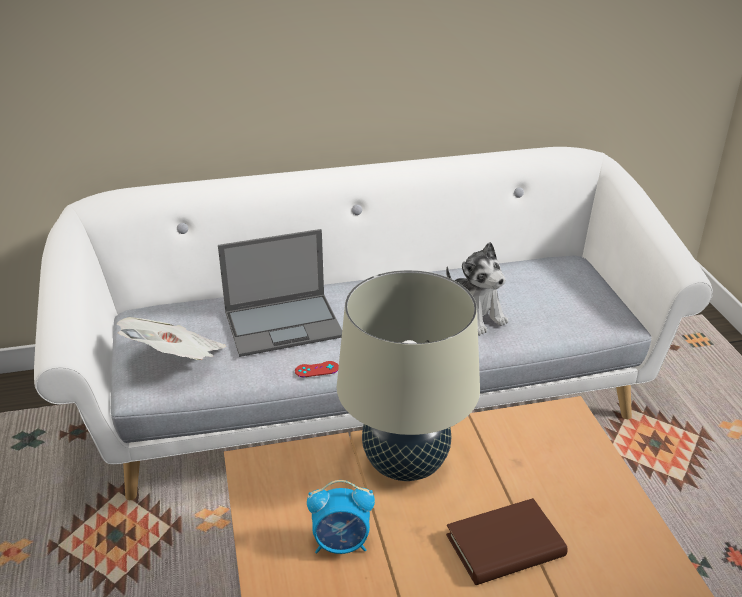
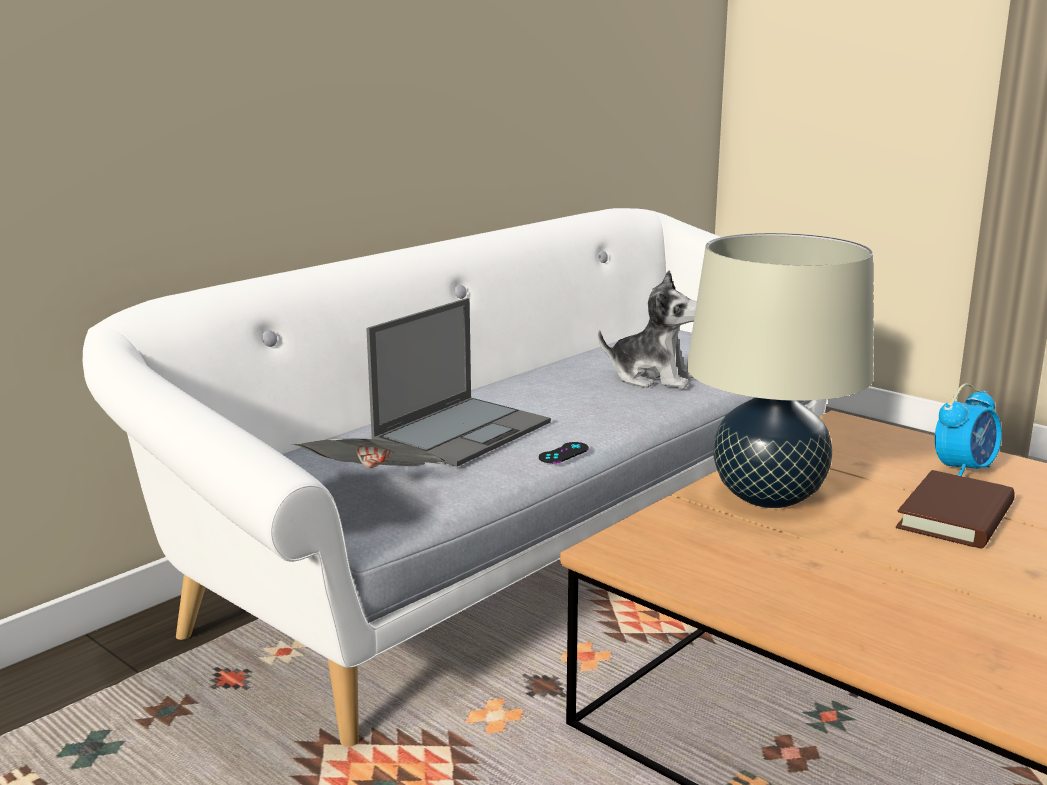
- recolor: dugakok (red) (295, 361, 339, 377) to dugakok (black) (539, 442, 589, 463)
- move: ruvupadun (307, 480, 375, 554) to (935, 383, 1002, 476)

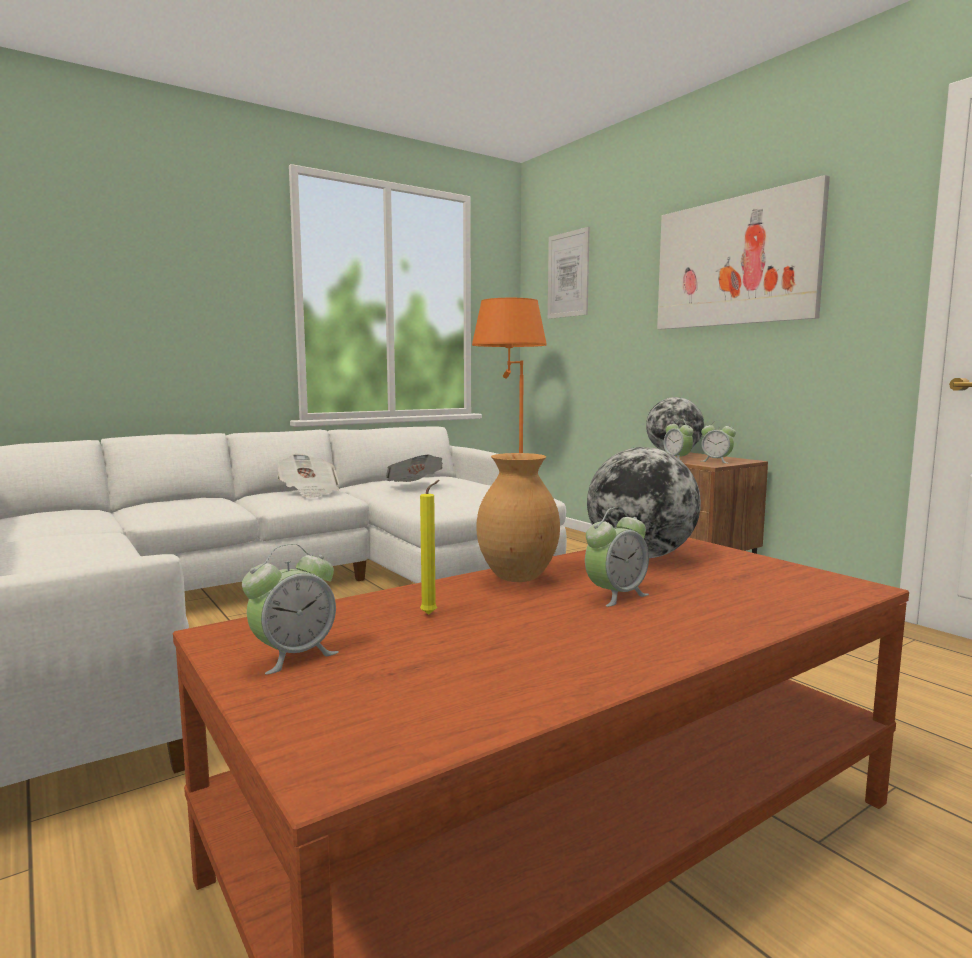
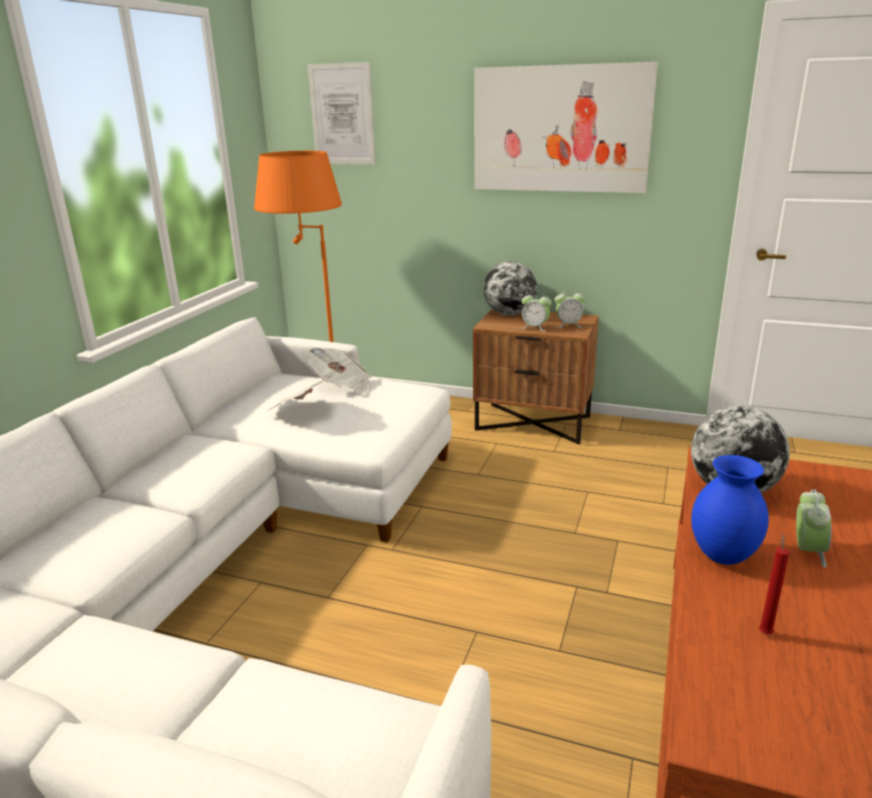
- recolor: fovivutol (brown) (476, 453, 560, 582) to fovivutol (blue) (691, 455, 769, 565)
- move: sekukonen (277, 454, 339, 498) to (308, 347, 371, 393)
- recolor: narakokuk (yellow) (420, 480, 440, 615) to narakokuk (red) (759, 534, 790, 634)
- delete: ruvupadun (242, 544, 339, 675)

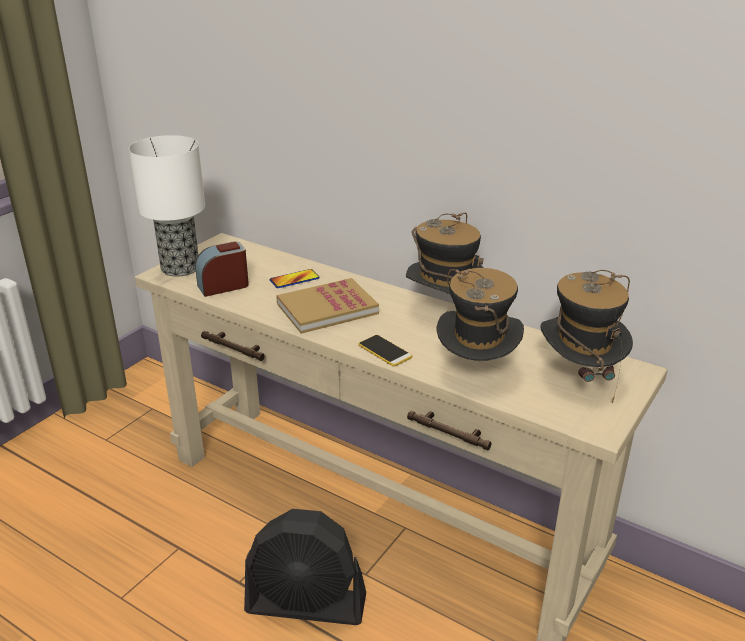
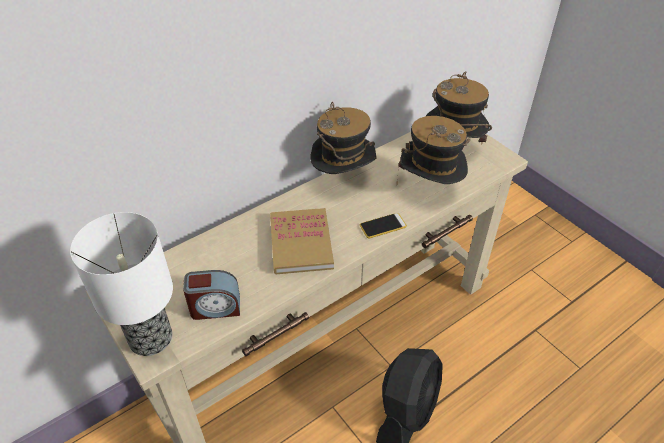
- rotate: ruvupadun (195, 241, 249, 297) = (183, 270, 240, 320) 90 degrees counterclockwise
- delete: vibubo (269, 269, 320, 288)

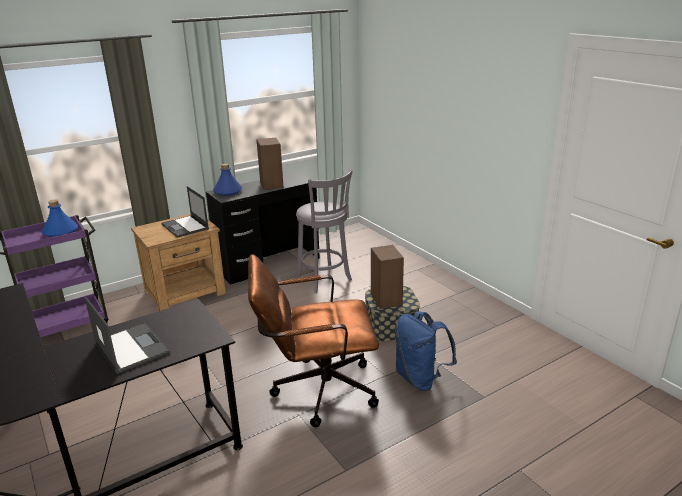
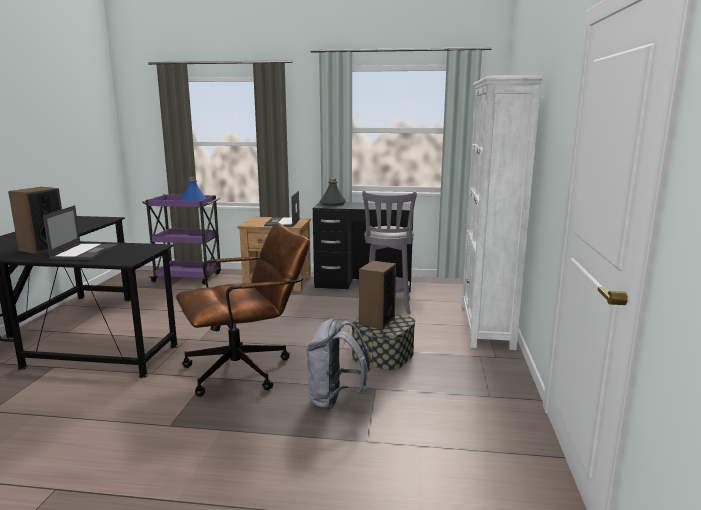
- move: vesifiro (256, 138, 284, 190) to (8, 187, 62, 254)
- recolor: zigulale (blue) (213, 163, 242, 196) to zigulale (grey) (320, 178, 346, 206)
- rotate: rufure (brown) (248, 254, 379, 427) = (176, 223, 310, 397) 120 degrees clockwise
- recolor: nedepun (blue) (395, 311, 457, 391) to nedepun (grey) (306, 319, 370, 410)
- insert: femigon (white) (462, 75, 543, 350)

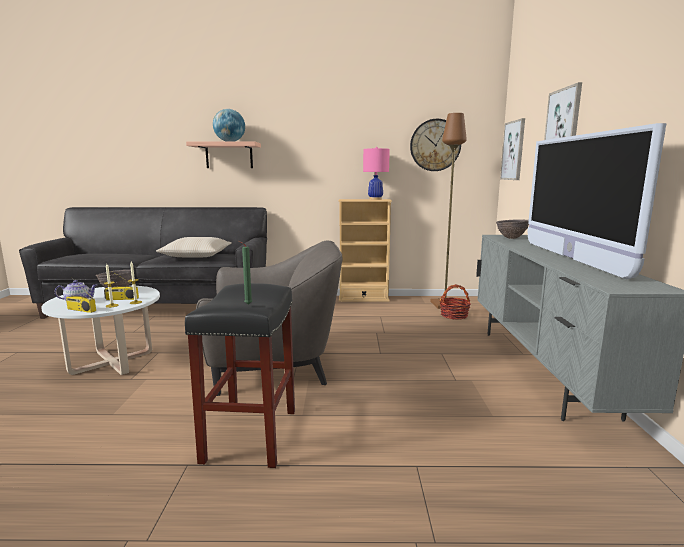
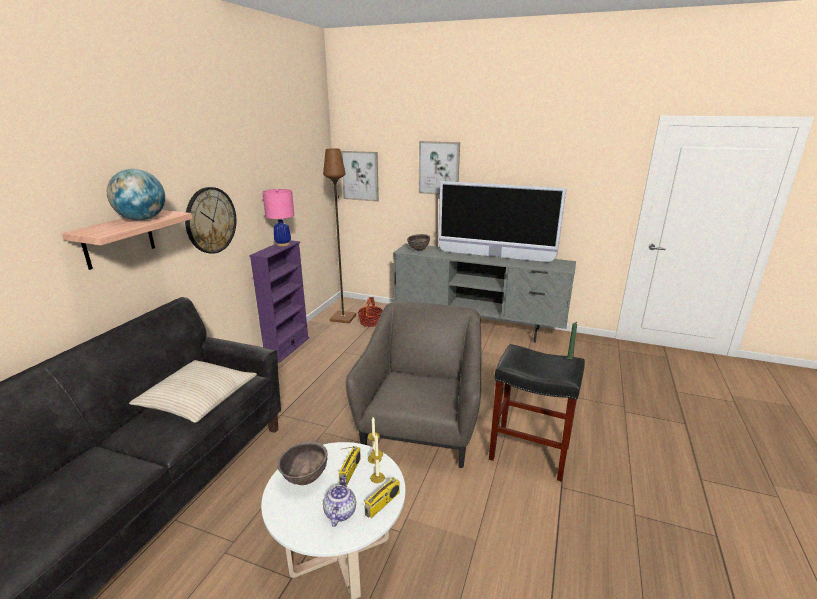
- move: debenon (410, 119, 461, 171) to (185, 187, 236, 254)
- recolor: femigon (beige) (339, 199, 392, 302) to femigon (purple) (249, 240, 310, 363)

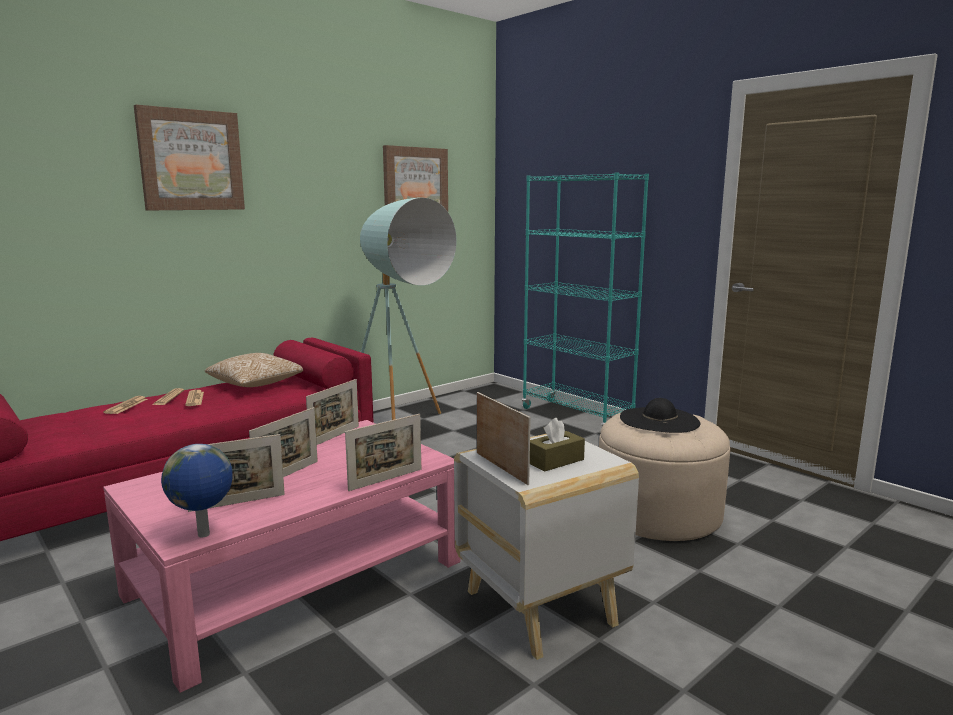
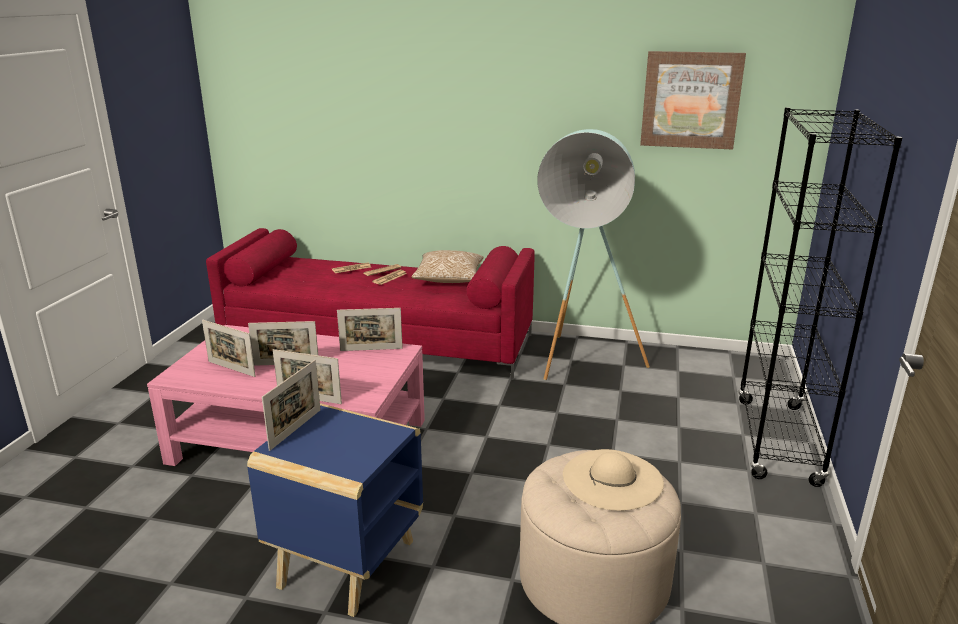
- delete: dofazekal (134, 105, 245, 210)
- recolor: femigon (turquoise) (522, 172, 649, 426) to femigon (black) (738, 107, 903, 487)
- recolor: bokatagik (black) (620, 398, 700, 433) to bokatagik (beige) (563, 449, 664, 510)
- delete: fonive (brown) (530, 418, 585, 471)
- recolor: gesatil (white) (454, 434, 639, 660) to gesatil (blue) (247, 403, 423, 617)
- delete: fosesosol (161, 444, 233, 537)

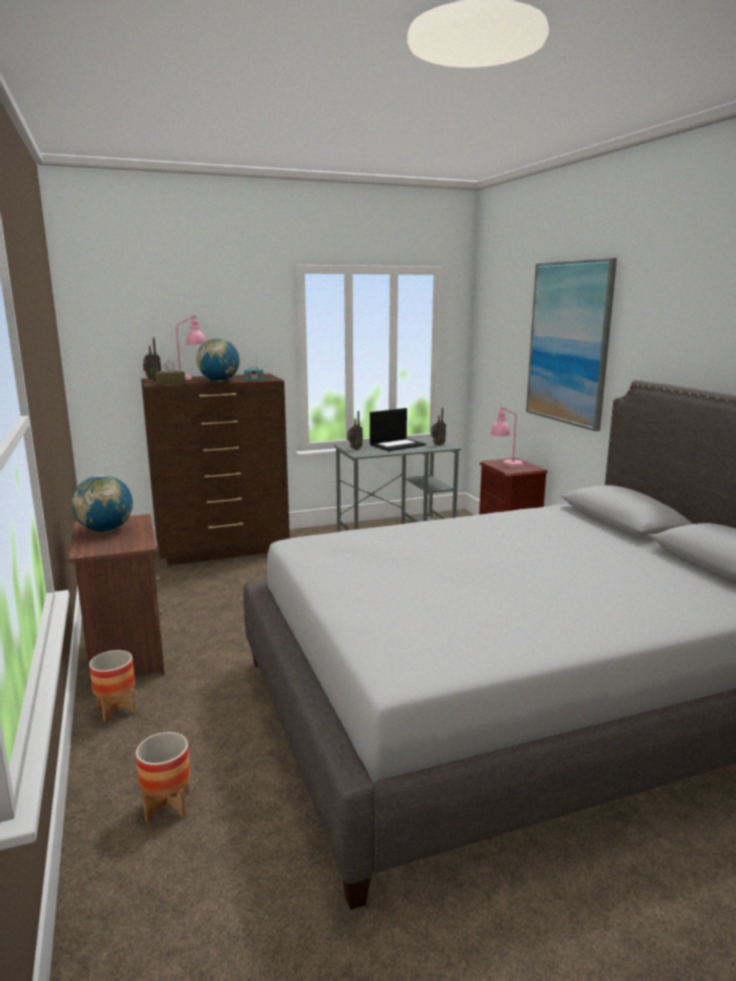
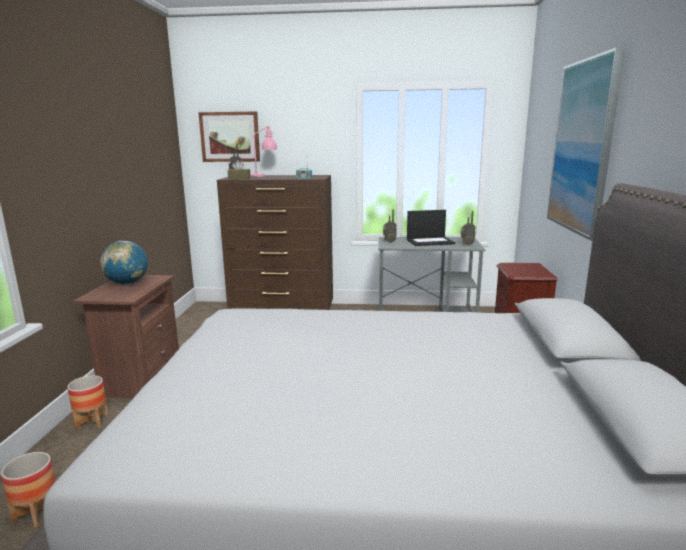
- delete: fosesosol (196, 338, 240, 382)
- delete: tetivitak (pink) (490, 406, 523, 467)
- insert: dofazekal (198, 111, 260, 162)

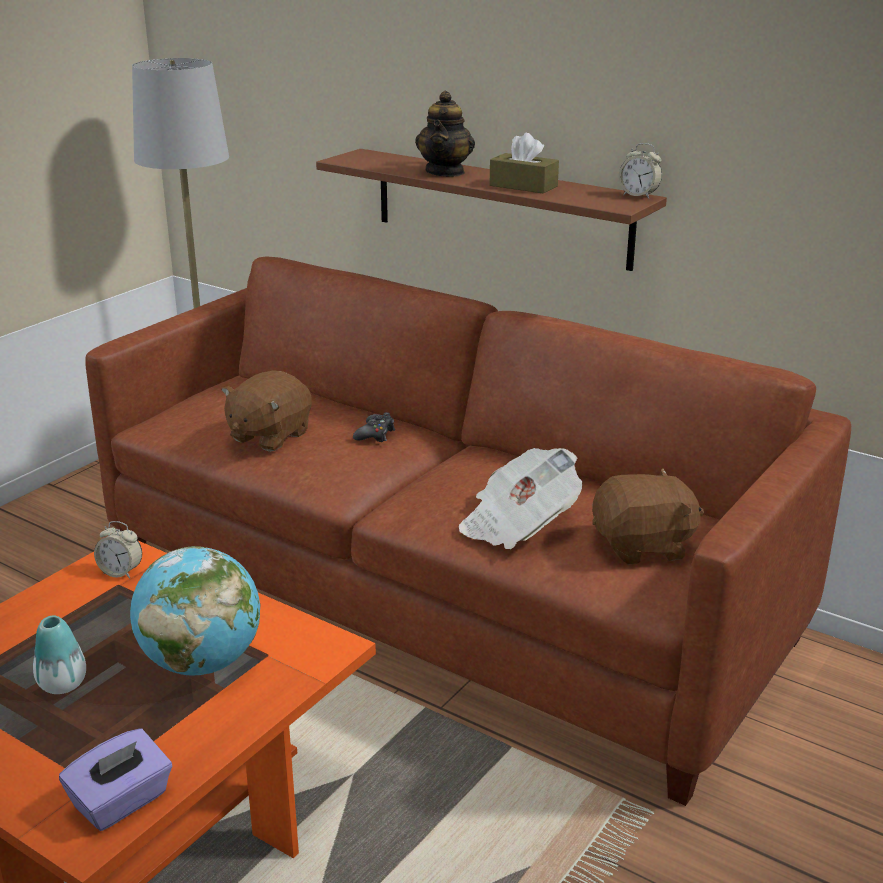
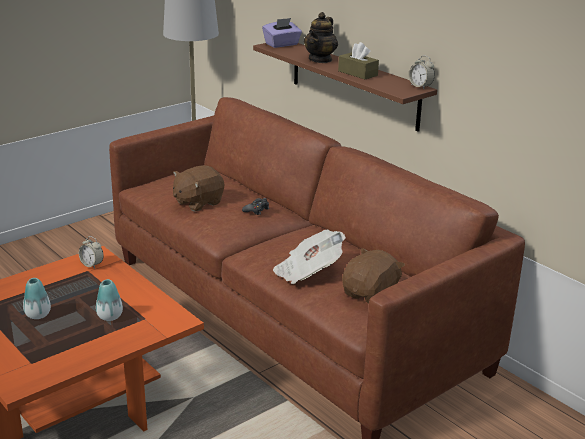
- rotate: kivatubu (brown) (592, 468, 704, 565) = (342, 248, 405, 304) 60 degrees counterclockwise
- replace: fosesosol (130, 546, 260, 676) to fovivutol (96, 279, 123, 321)
- move: fonive (purple) (59, 728, 172, 831) to (262, 18, 302, 48)

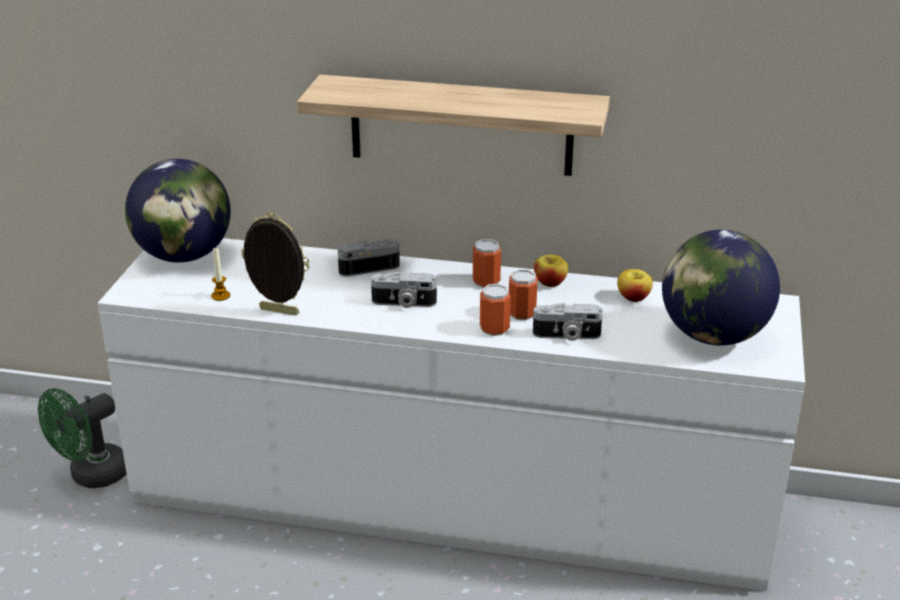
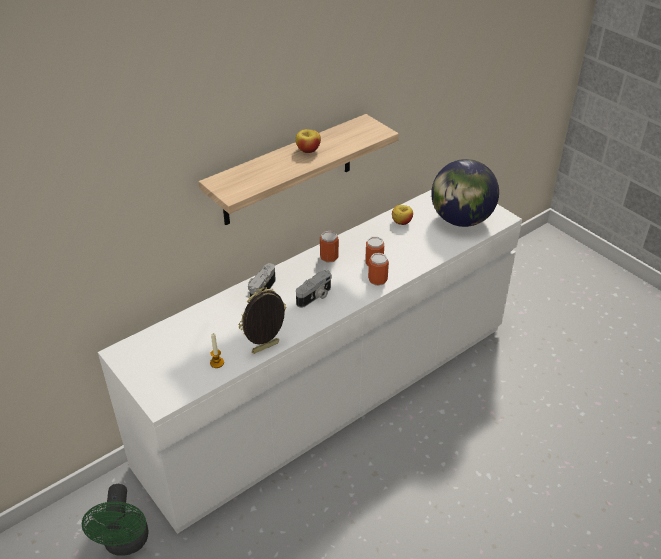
- delete: fosesosol (125, 159, 231, 263)
- move: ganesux (534, 255, 568, 287) to (295, 129, 321, 153)
- delete: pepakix (533, 303, 603, 341)

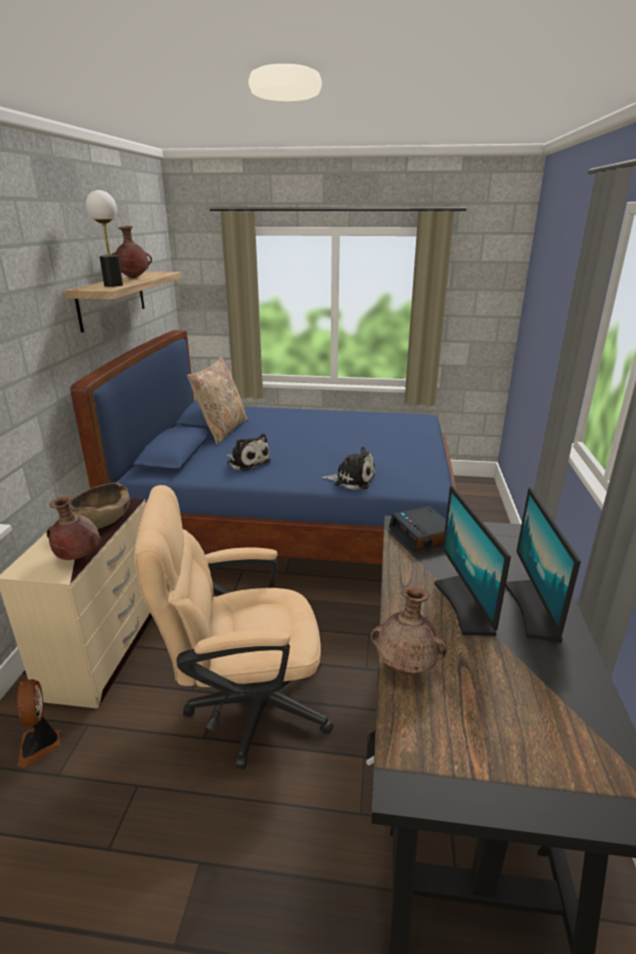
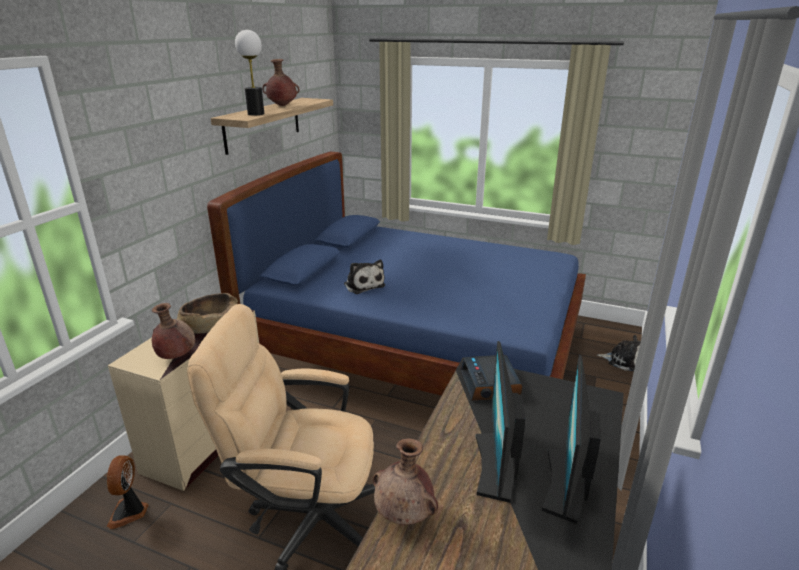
- delete: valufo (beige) (187, 357, 248, 445)
- move: kivatubu (321, 447, 375, 490) to (597, 335, 641, 371)

